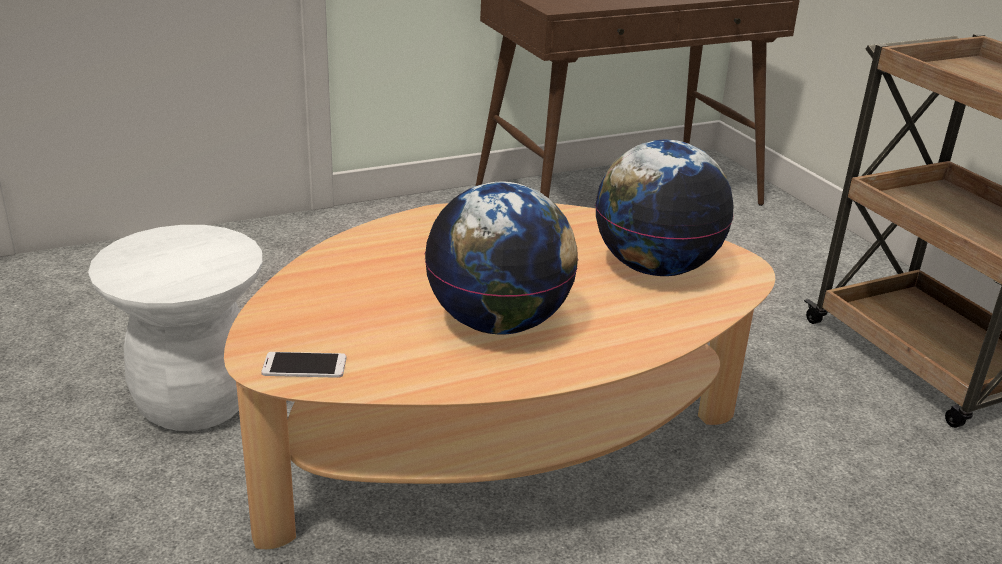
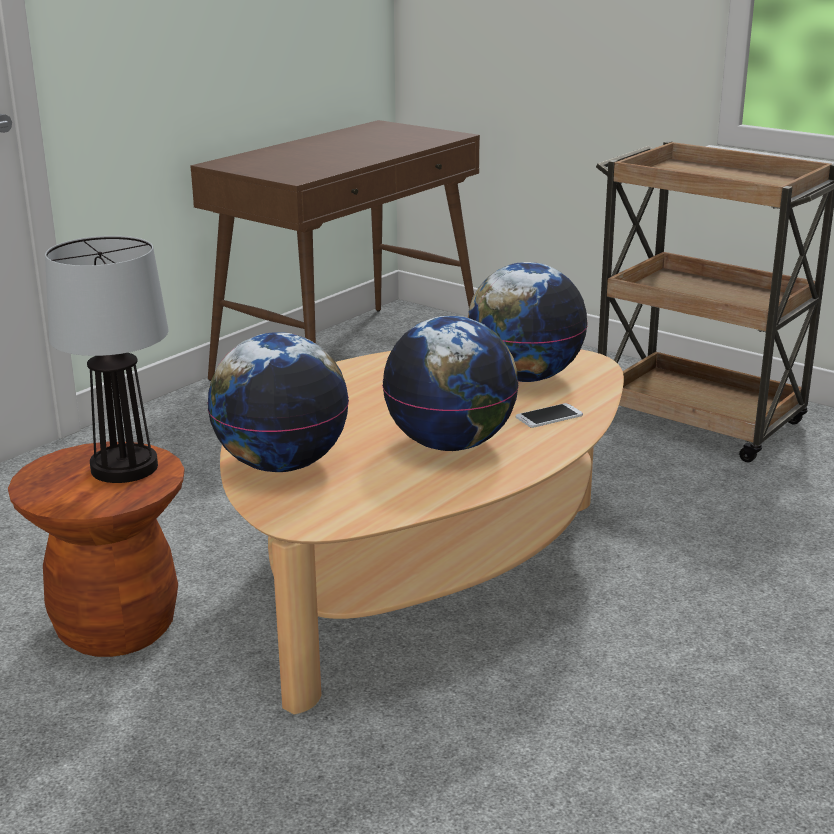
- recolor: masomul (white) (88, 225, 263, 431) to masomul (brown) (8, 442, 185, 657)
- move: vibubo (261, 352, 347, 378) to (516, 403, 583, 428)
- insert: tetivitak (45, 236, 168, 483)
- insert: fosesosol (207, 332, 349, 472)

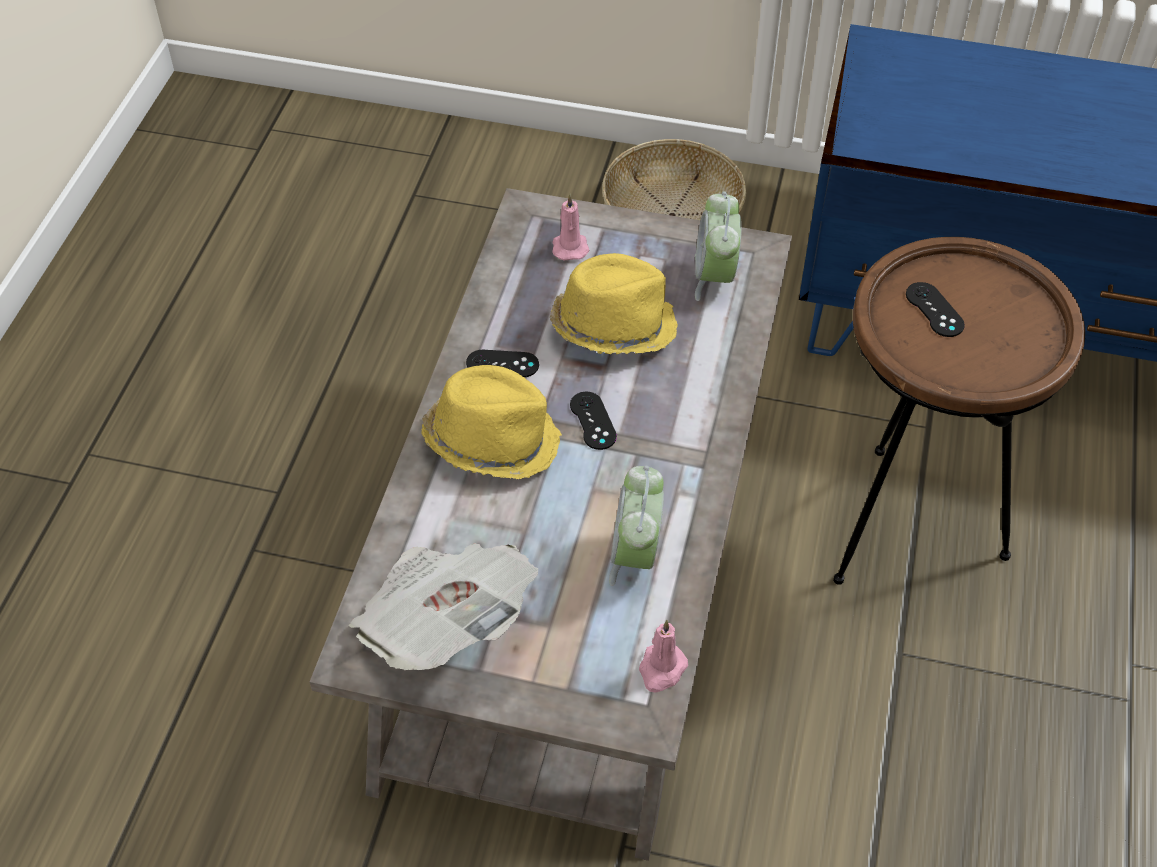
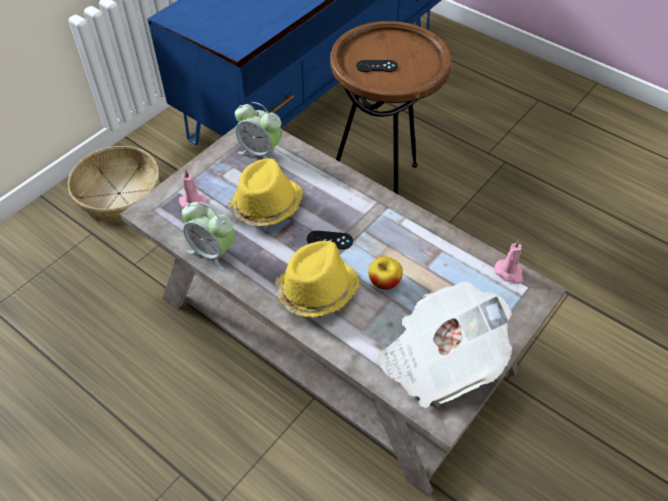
- delete: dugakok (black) (466, 350, 539, 377)
- move: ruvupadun (609, 466, 664, 586) to (182, 202, 235, 270)
- insert: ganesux (368, 256, 403, 290)

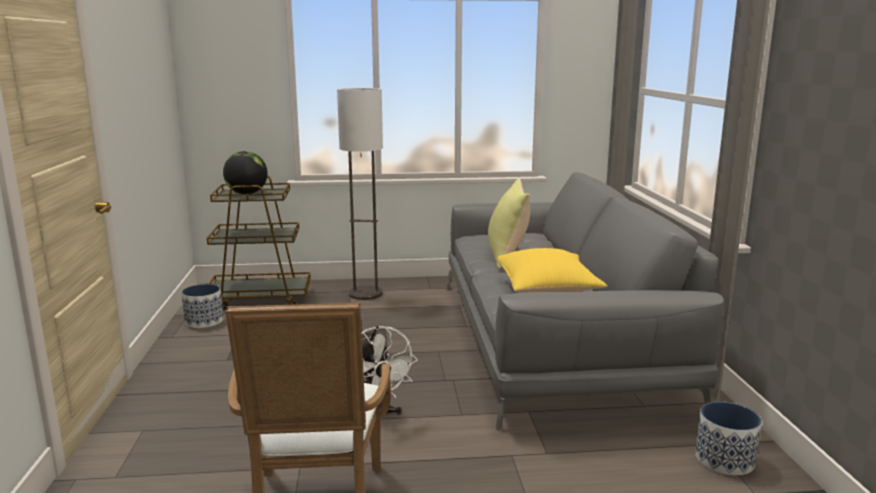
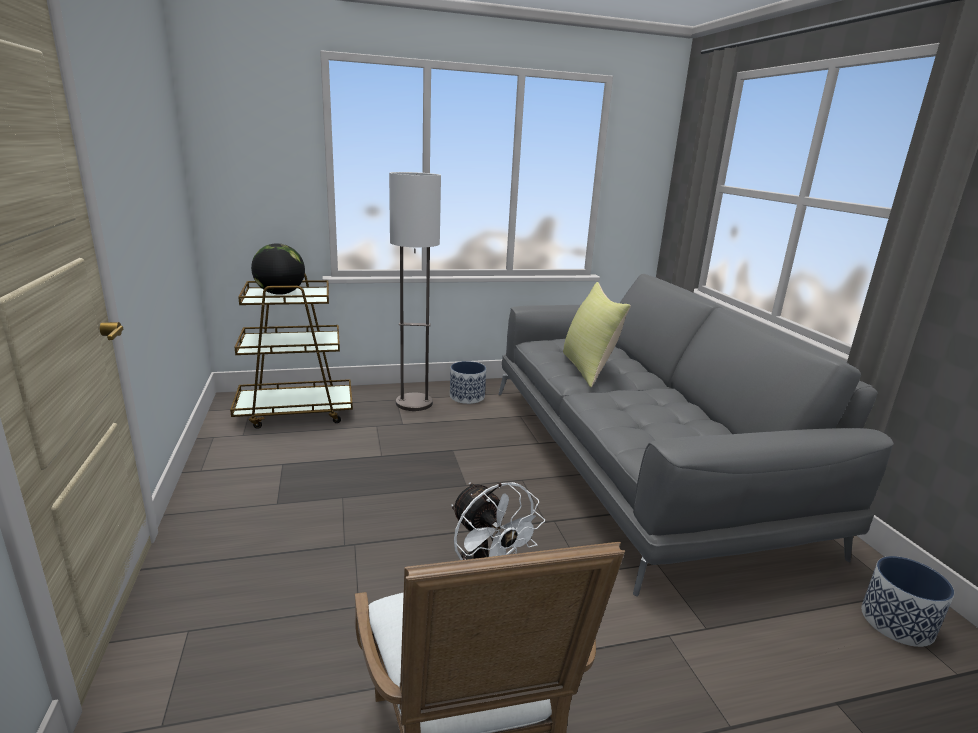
- delete: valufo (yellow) (497, 248, 607, 293)
- move: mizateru (181, 284, 224, 328) to (450, 361, 486, 404)

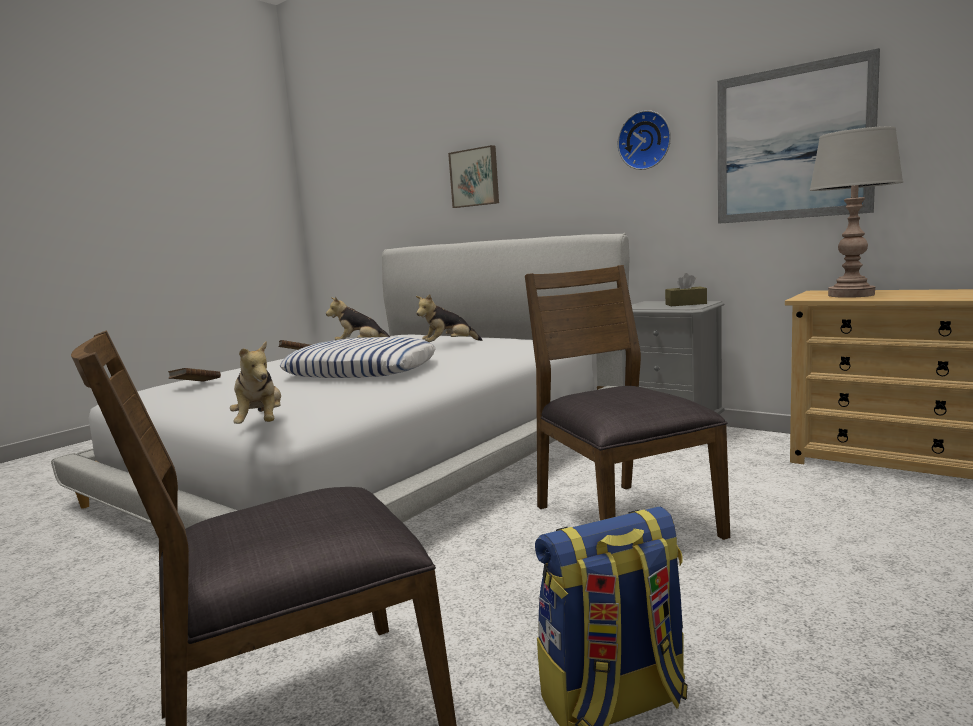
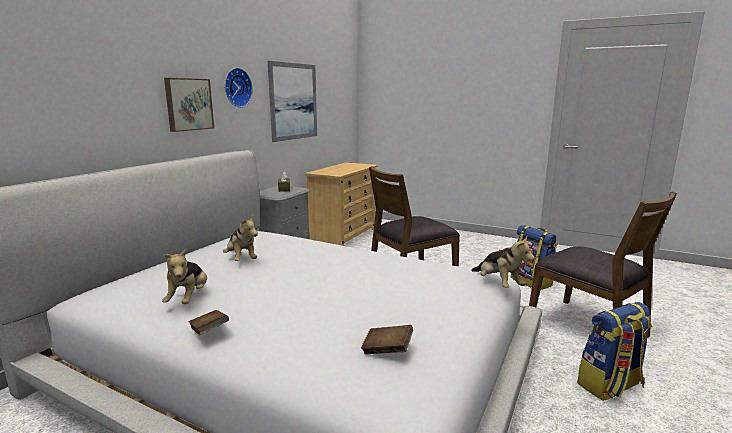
- delete: tetivitak (grey) (809, 126, 903, 298)
- move: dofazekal (448, 145, 499, 208) to (164, 78, 214, 132)
- delete: valufo (280, 337, 436, 378)
- rotate: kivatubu (230, 342, 281, 424) = (471, 236, 535, 288) 90 degrees clockwise
- insert: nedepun (577, 302, 652, 401)

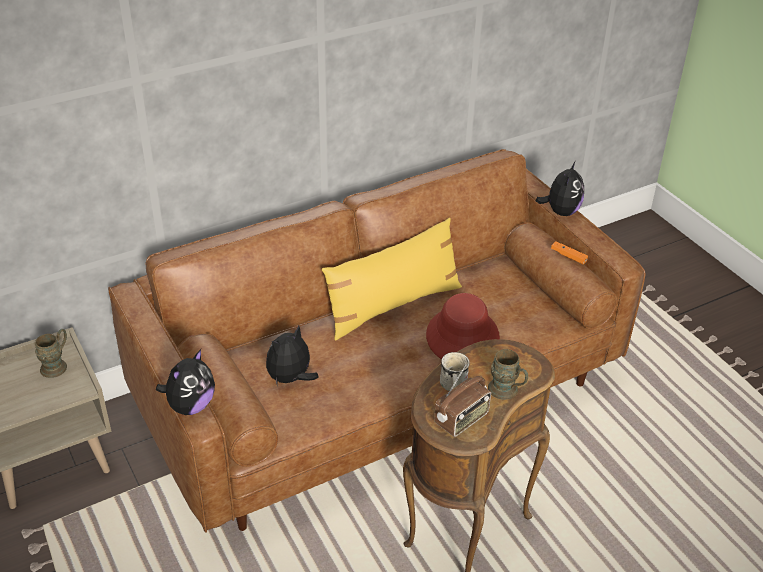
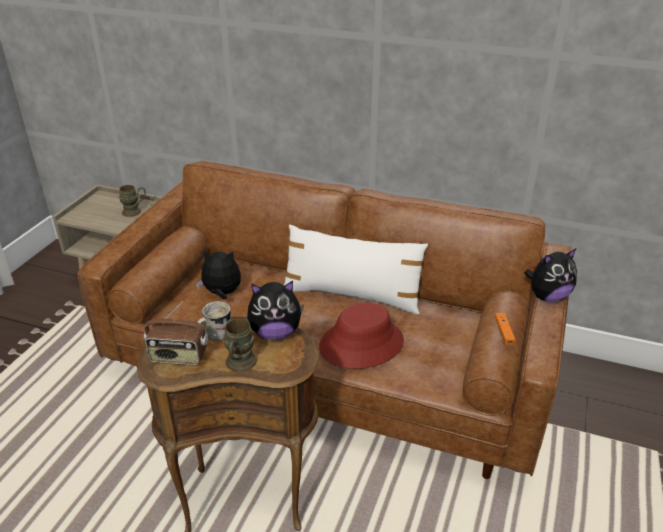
- recolor: valufo (yellow) (322, 218, 462, 341) to valufo (white) (284, 224, 428, 315)
- move: kivatubu (156, 349, 215, 415) to (247, 281, 304, 340)

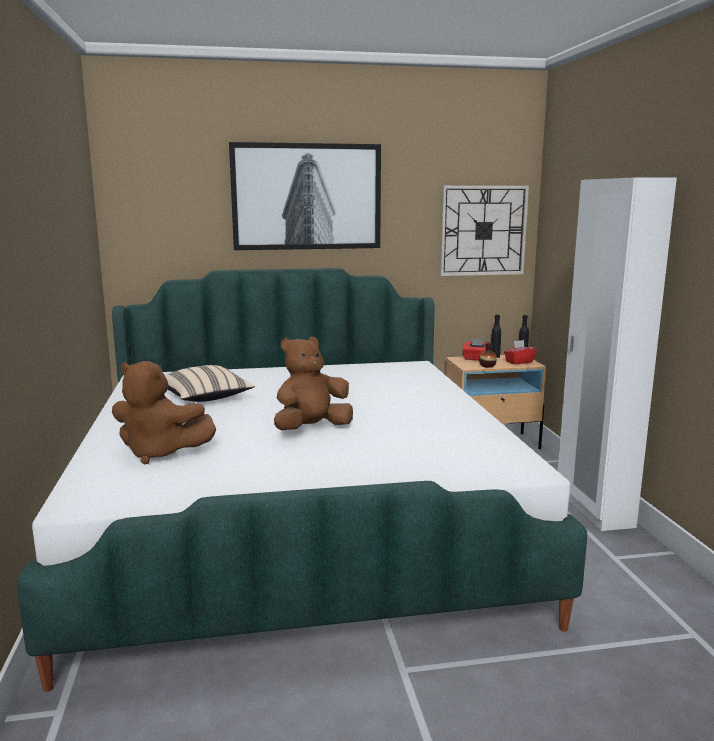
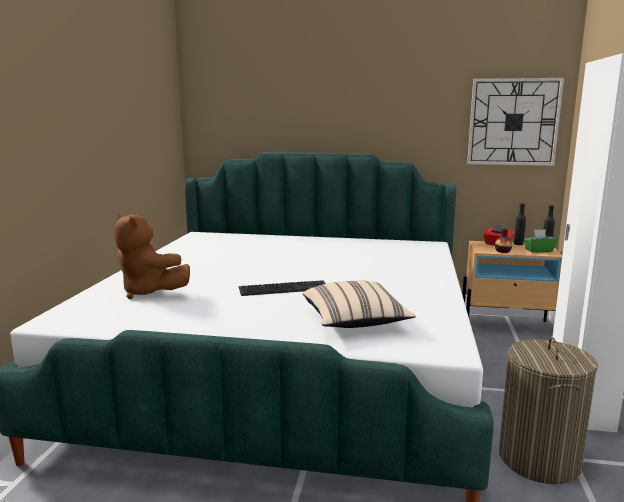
- delete: dofazekal (229, 142, 381, 250)
- replace: kivatubu (brown) (274, 337, 353, 430) to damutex (239, 280, 326, 296)
- recolor: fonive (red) (504, 340, 537, 365) to fonive (green) (524, 229, 557, 253)
- move: valufo (beige) (165, 365, 255, 402) to (302, 281, 416, 328)
- insert: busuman (499, 337, 598, 484)

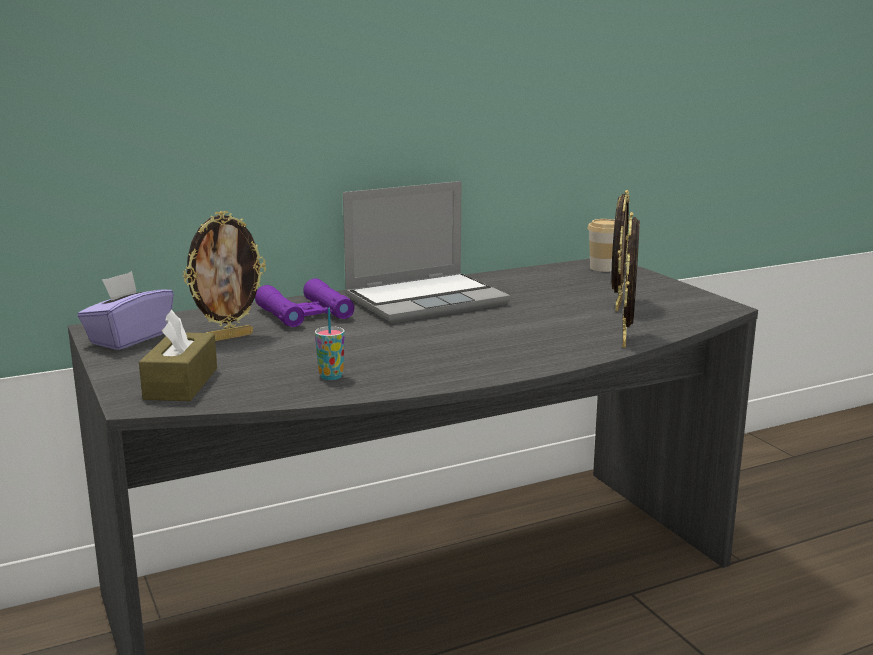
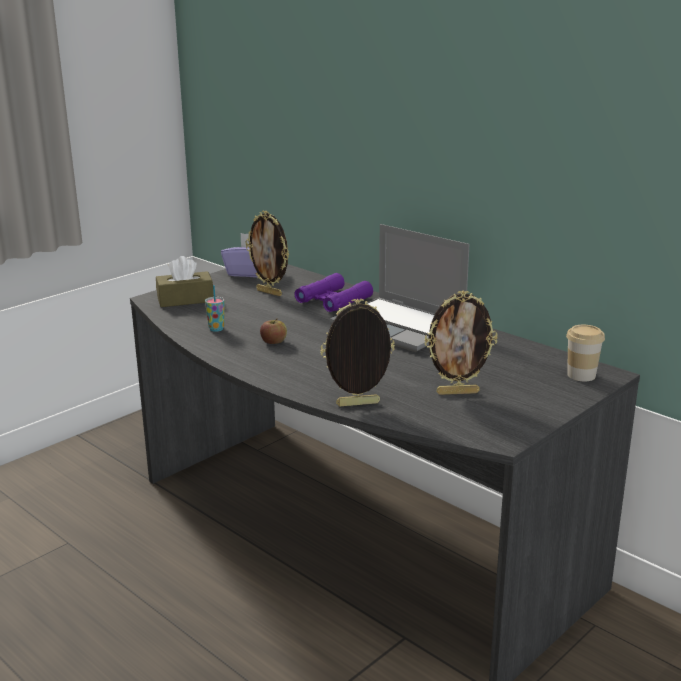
- insert: ganesux (260, 318, 287, 344)

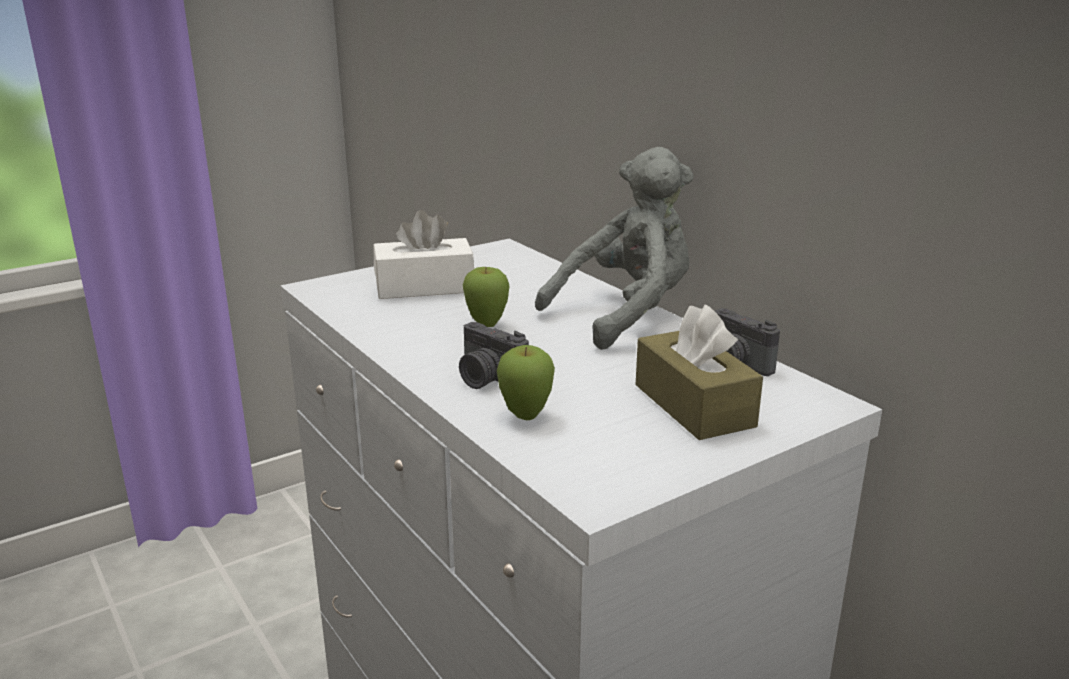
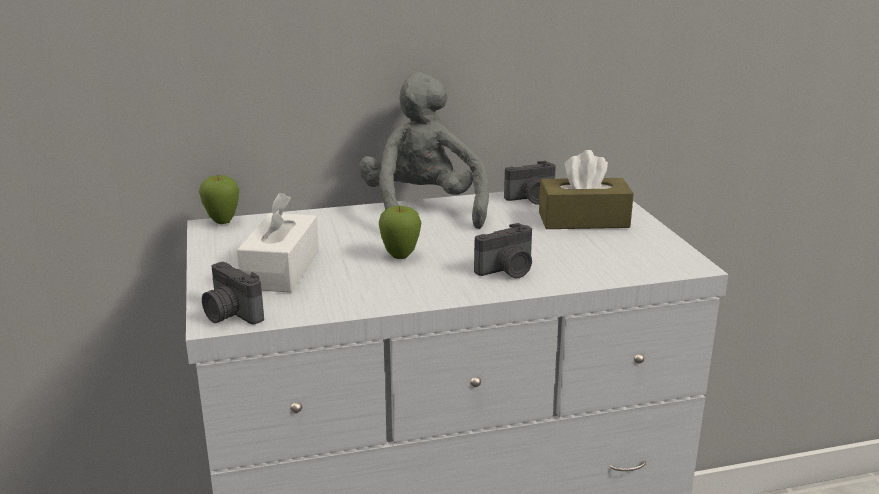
- move: ganesux (497, 345, 555, 420) to (199, 175, 239, 224)
- insert: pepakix (202, 262, 264, 324)

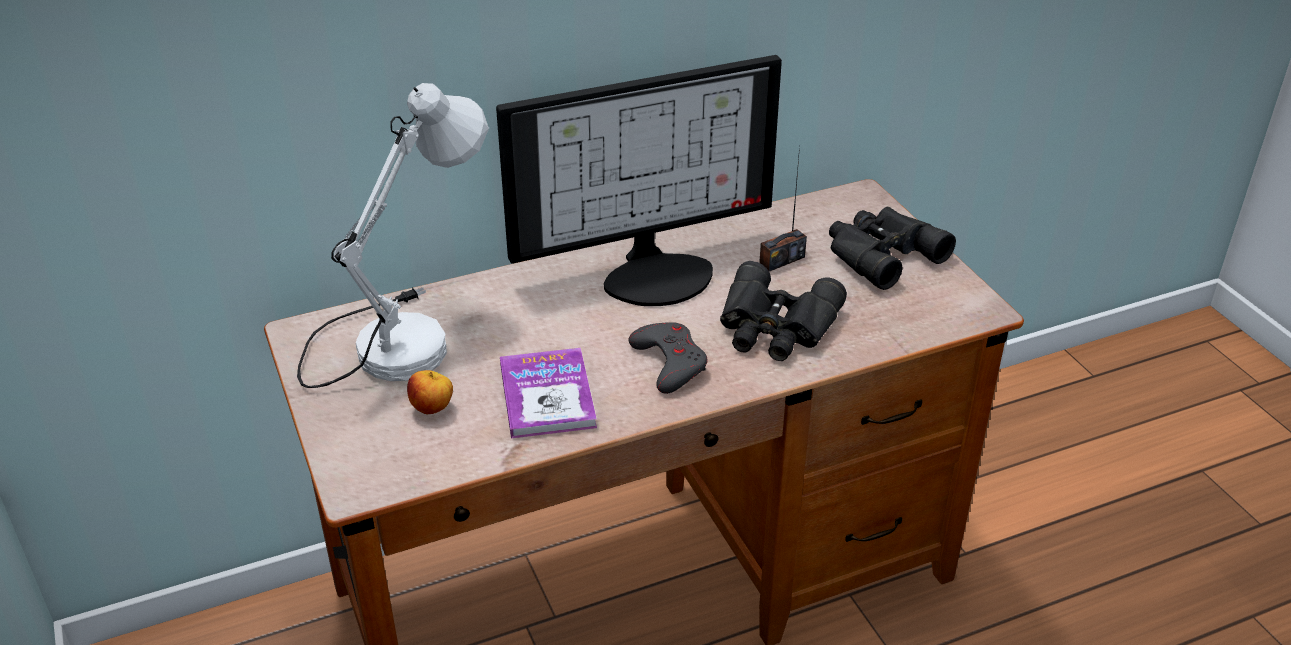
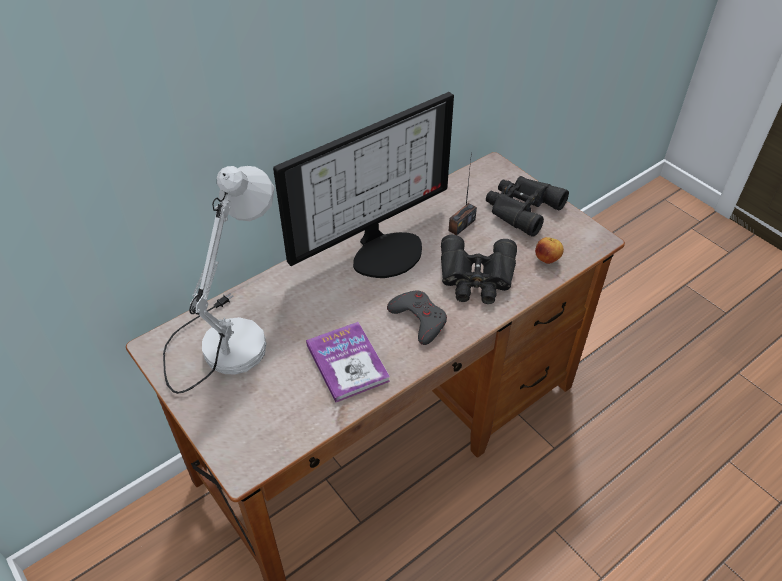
- move: ganesux (407, 370, 453, 415) to (535, 237, 564, 264)

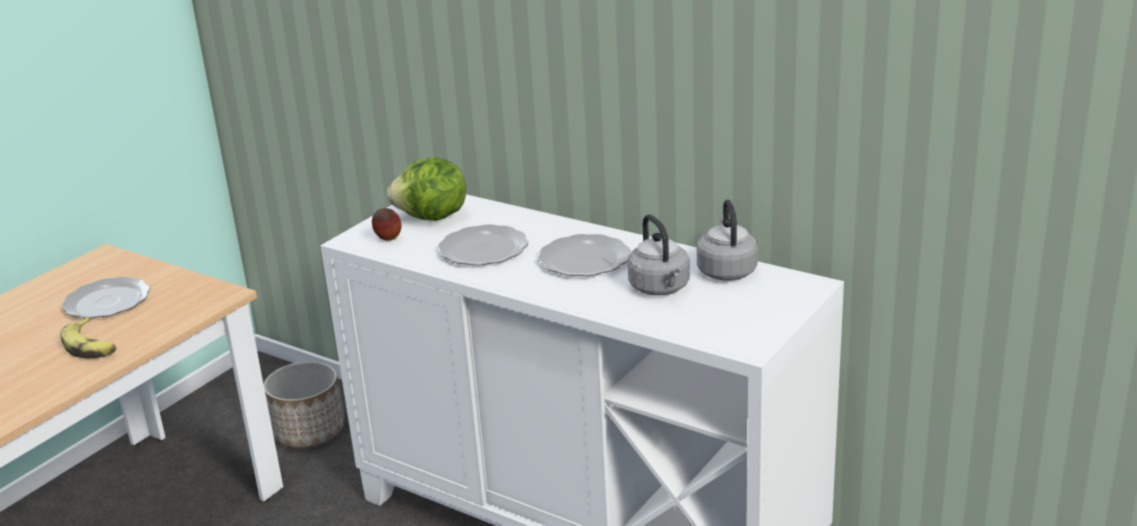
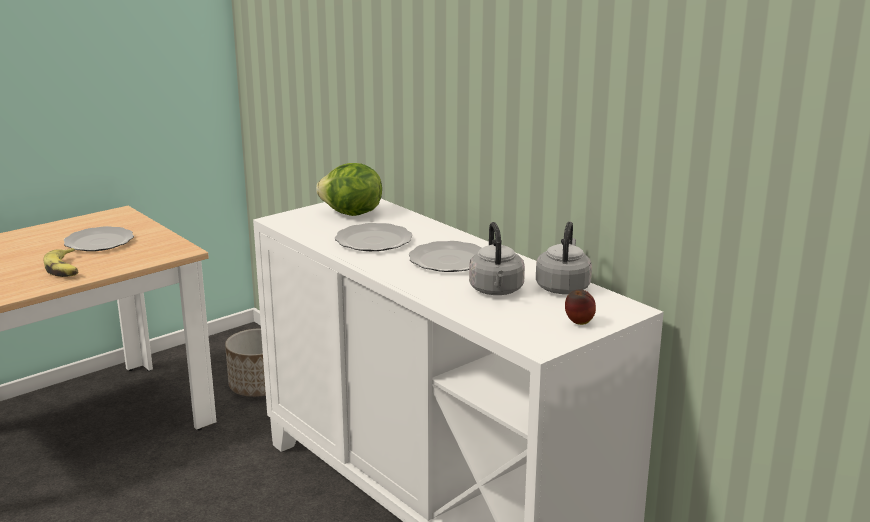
- move: ganesux (372, 208, 401, 241) to (565, 290, 596, 325)

